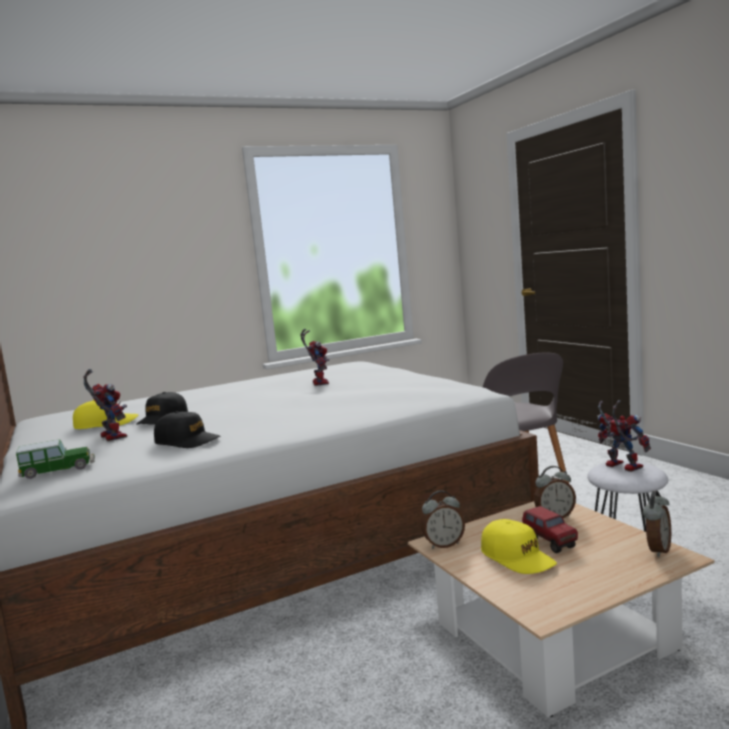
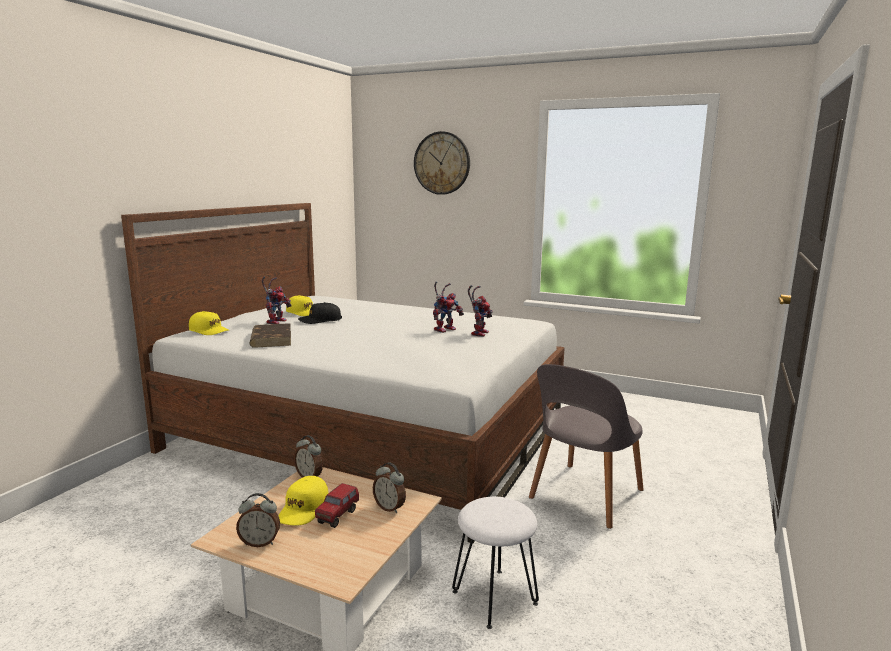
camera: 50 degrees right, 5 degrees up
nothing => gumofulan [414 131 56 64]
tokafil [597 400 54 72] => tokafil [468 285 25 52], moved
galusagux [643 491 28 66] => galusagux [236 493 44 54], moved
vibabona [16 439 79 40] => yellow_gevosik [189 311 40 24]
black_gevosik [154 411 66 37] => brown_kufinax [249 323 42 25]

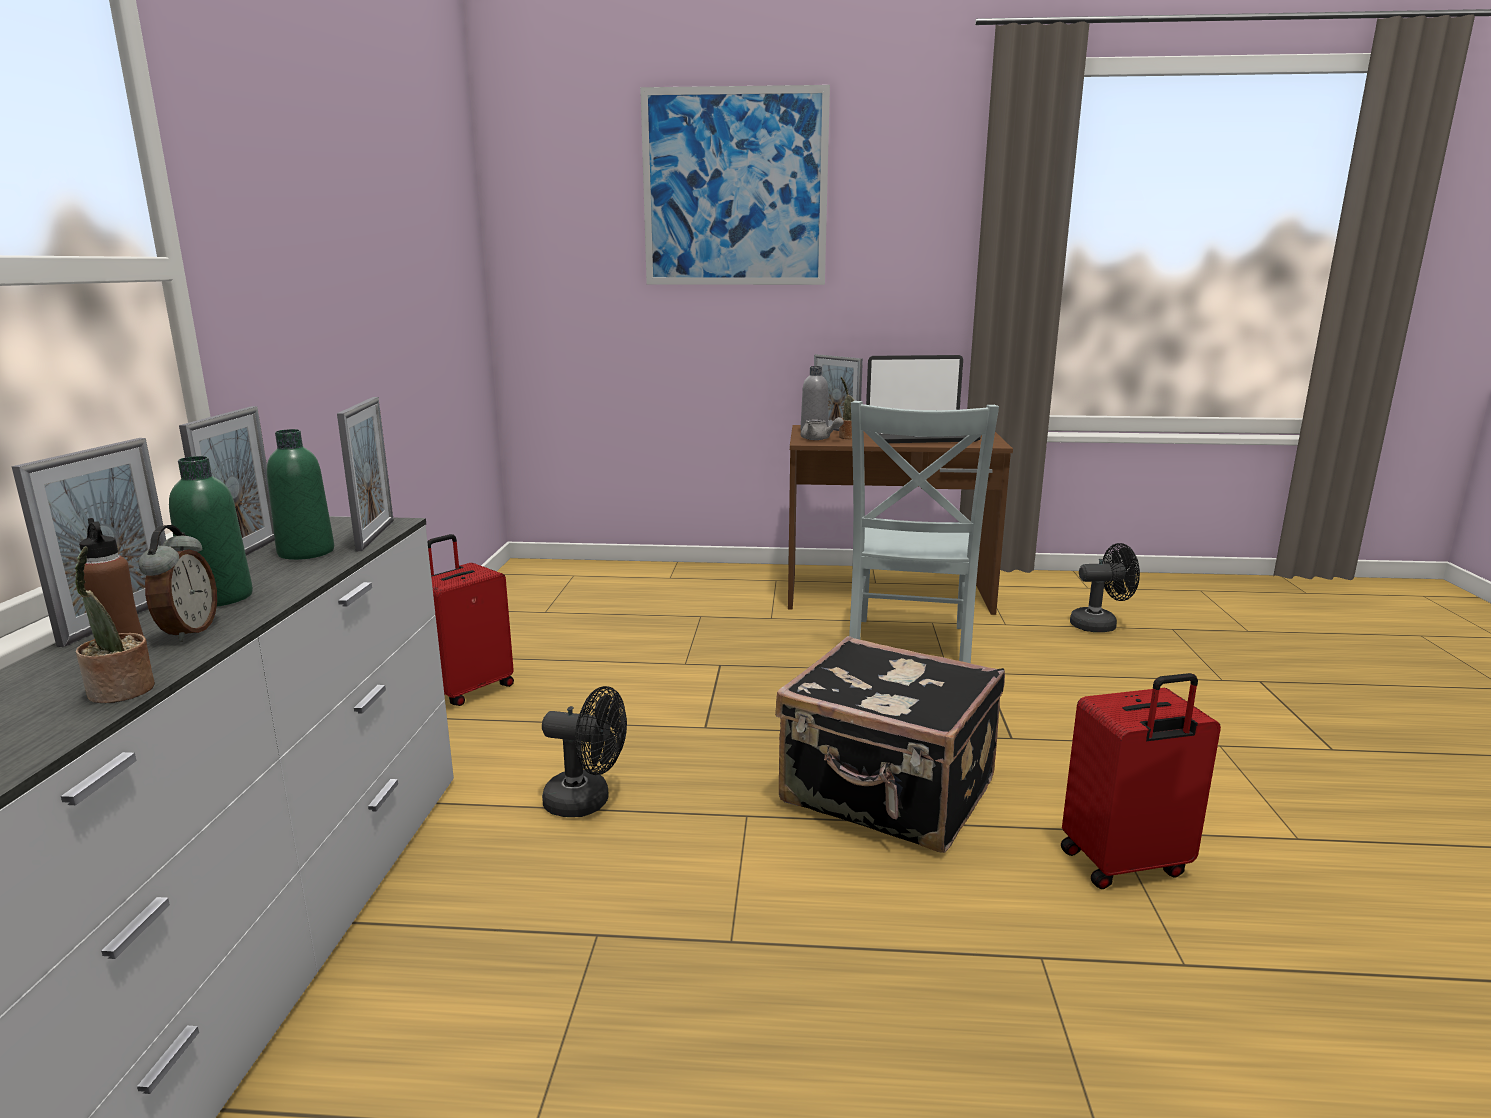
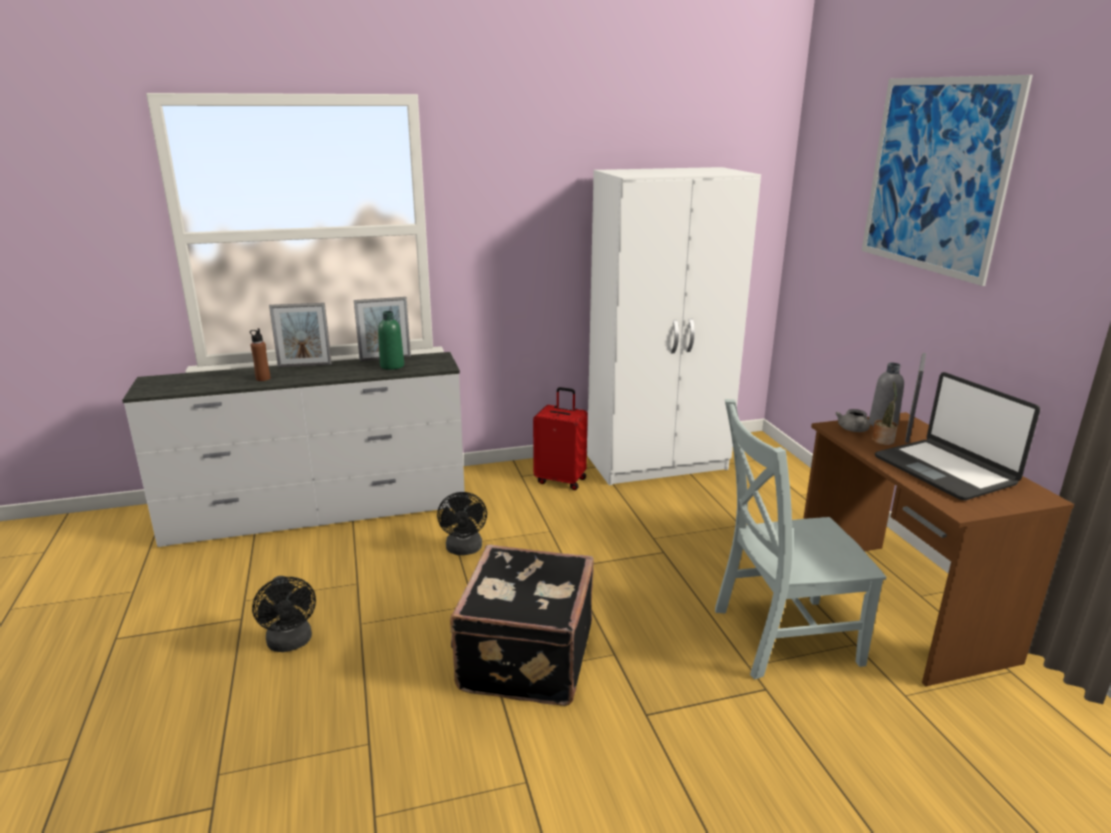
camera: 70 degrees right, 5 degrees up
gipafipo [74 546 81 157] => nothing
galusagux [138 525 79 117] => nothing
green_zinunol [169 456 84 151] => nothing
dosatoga [337 397 57 154] => nothing
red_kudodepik [1061 673 160 216] => nothing
nothing => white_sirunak [587 167 174 318]
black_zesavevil [1070 543 70 89] => black_zesavevil [252 576 64 76], moved

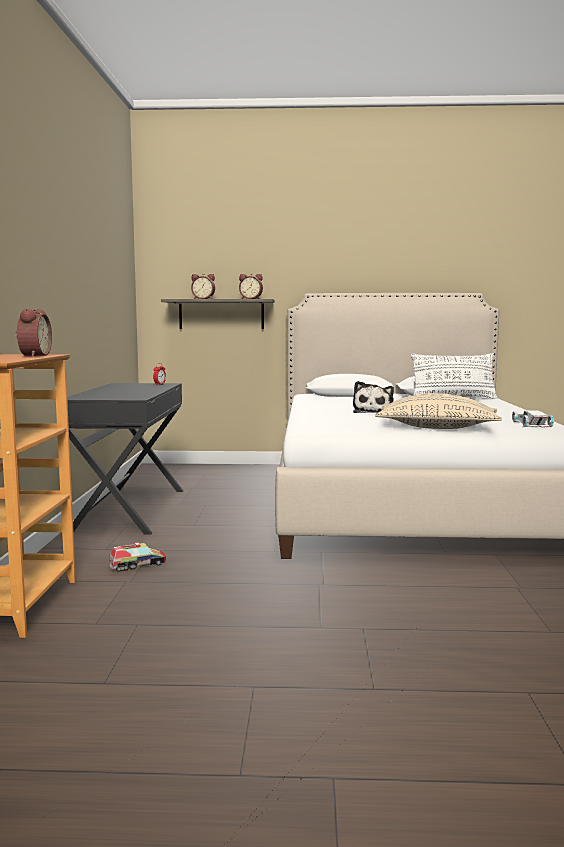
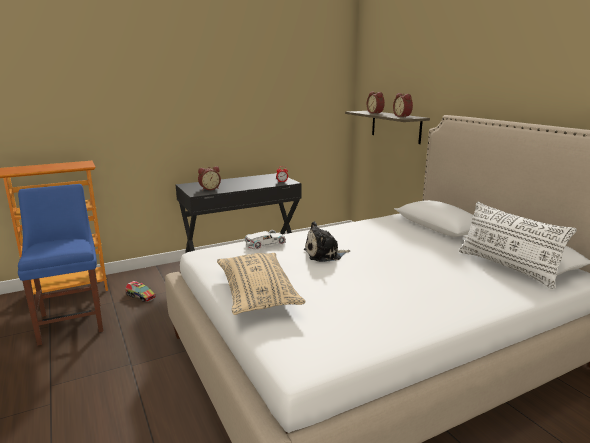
camera: 60 degrees right, 10 degrees up
nothing => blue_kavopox [18 184 85 162]
galusagux [15 309 37 48] => galusagux [198 166 23 25], moved
white_vibabona [512 410 42 18] => white_vibabona [245 230 41 20], moved

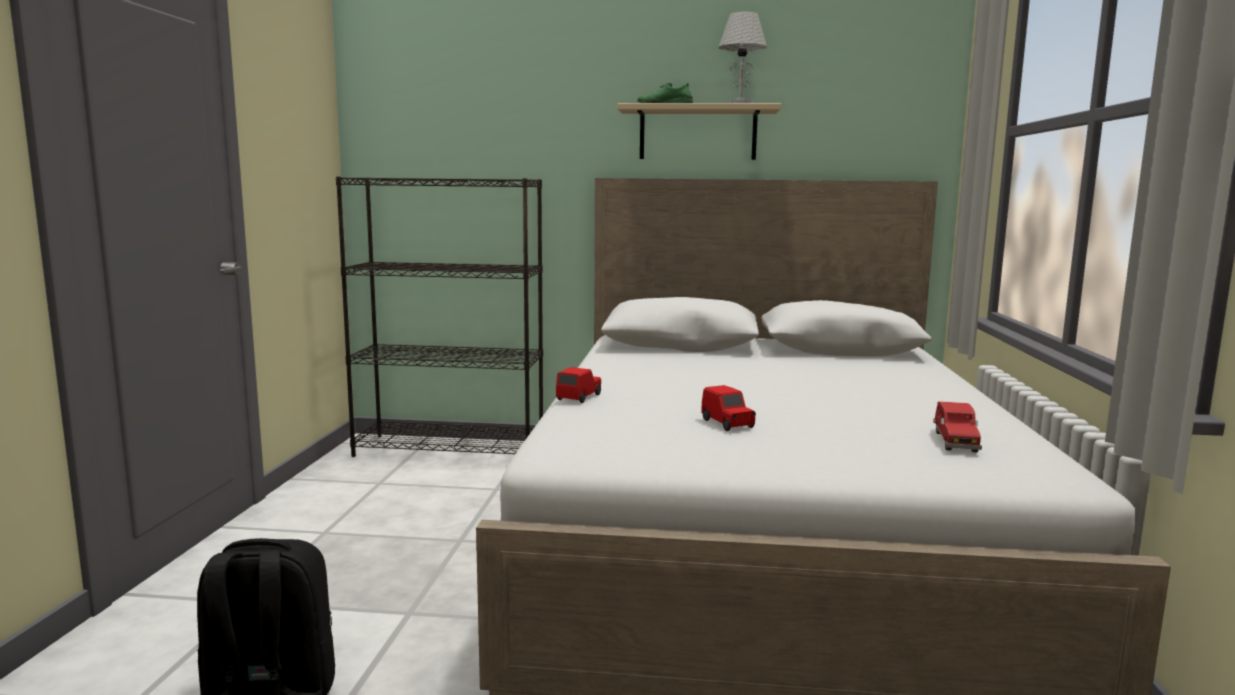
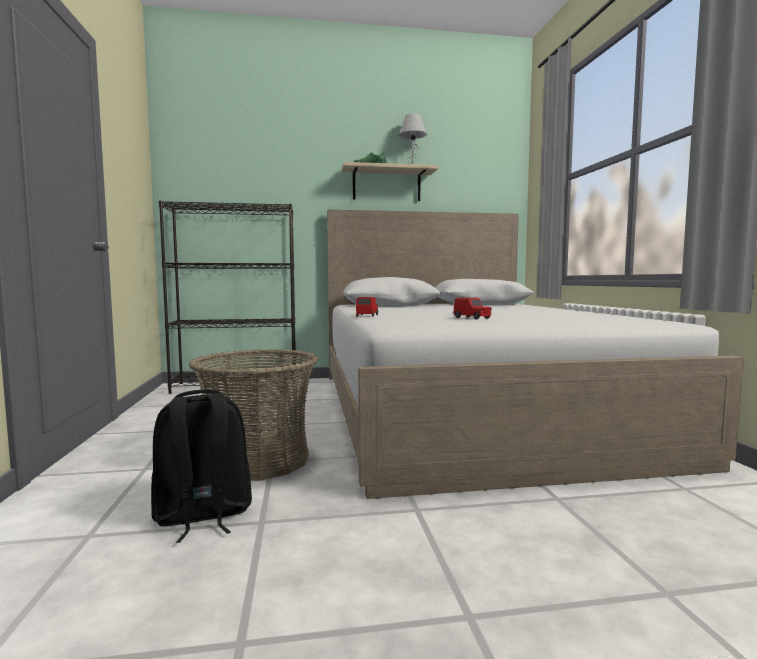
camera: 15 degrees left, 5 degrees down
red_vibabona [933 401 49 51] => nothing
nothing => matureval [189 349 129 132]

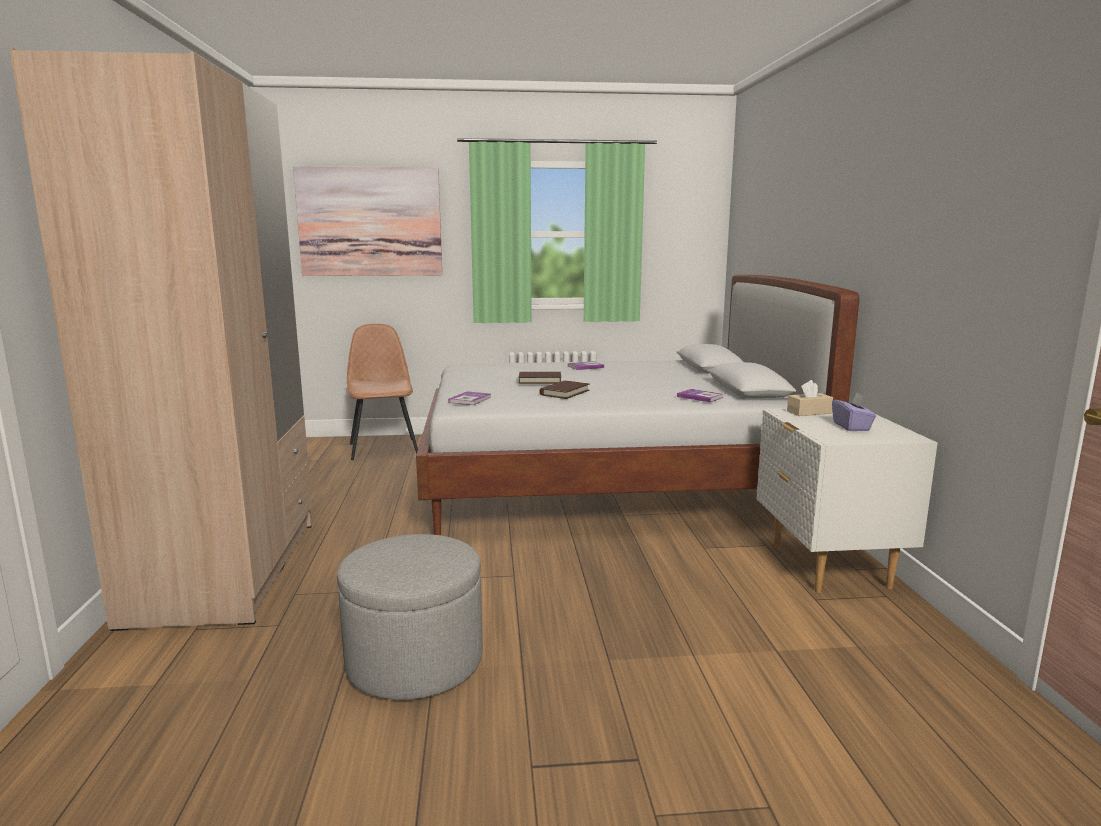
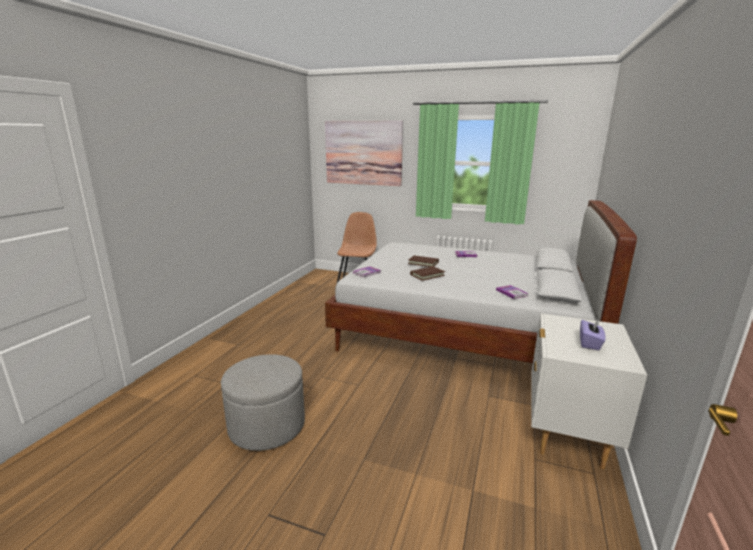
camera: 25 degrees right, 5 degrees up
beige_sirunak [9 47 303 584] => nothing
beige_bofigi [787 380 46 36] => nothing

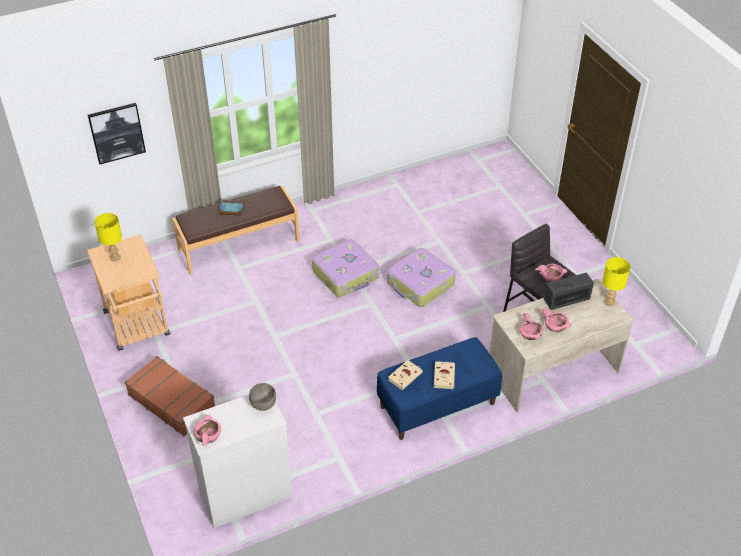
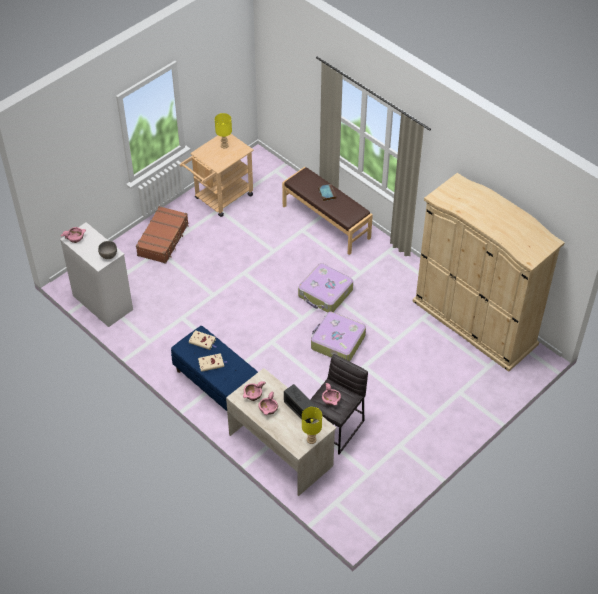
camera: 70 degrees right, 5 degrees up
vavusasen [88 103 58 61] => nothing
nothing => beige_sirunak [412 173 153 199]

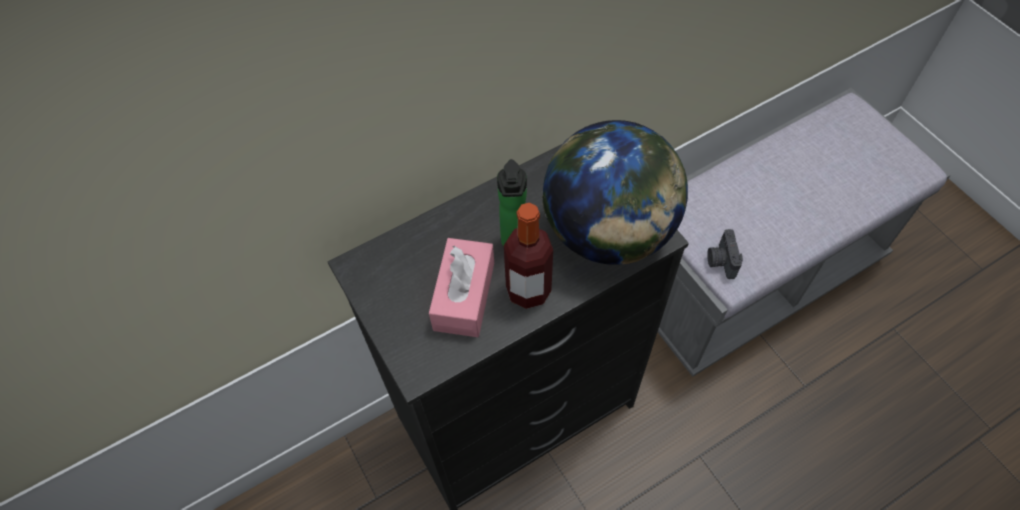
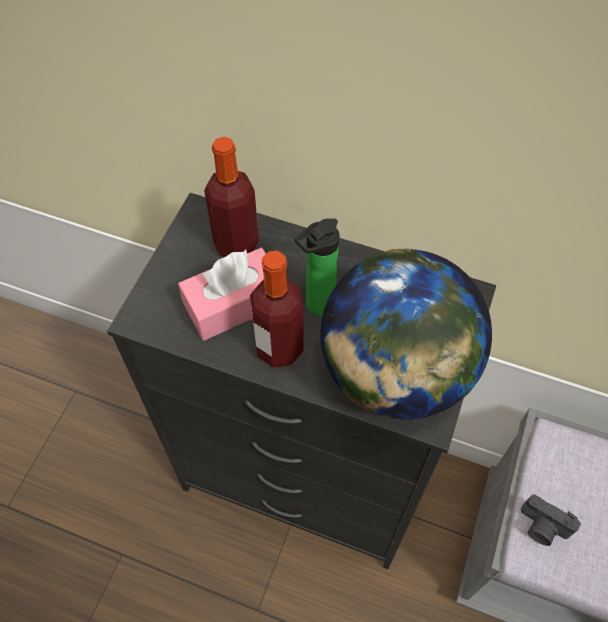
camera: 50 degrees right, 0 degrees up
nothing => zinunol [204 137 55 120]
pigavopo [707 229 36 50] => pigavopo [521 494 60 52], 105 degrees counterclockwise

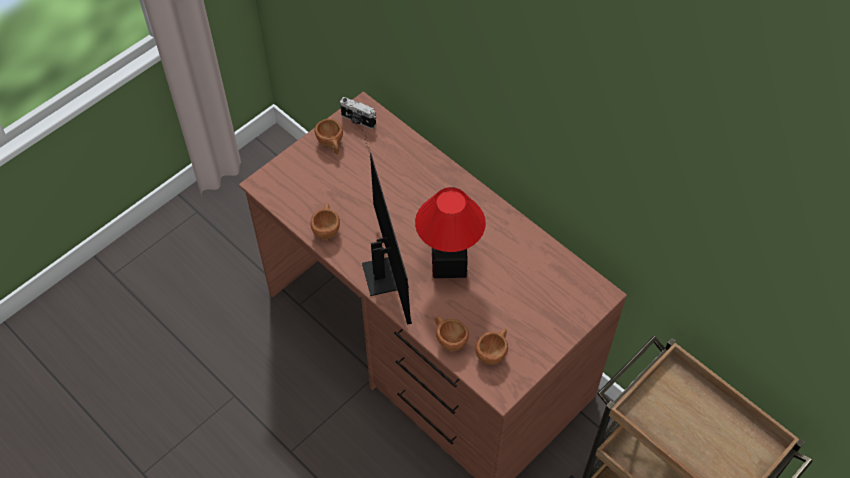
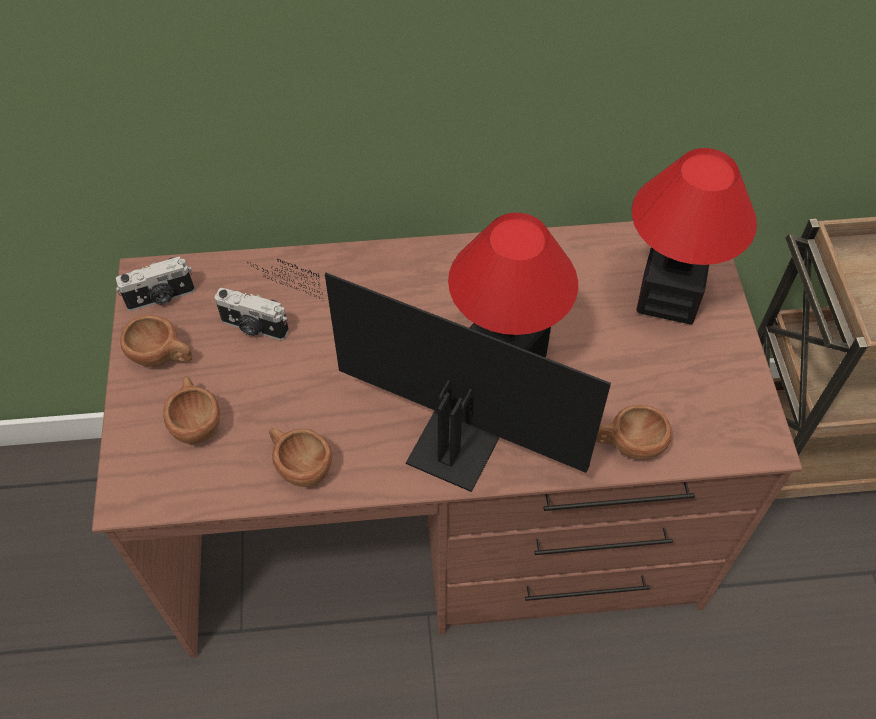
camera: 50 degrees left, 0 degrees up
nothing => pigavopo [215 288 74 52]
nothing => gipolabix [632 148 125 177]
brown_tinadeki [475 328 33 37] => brown_tinadeki [163 376 57 68], moved

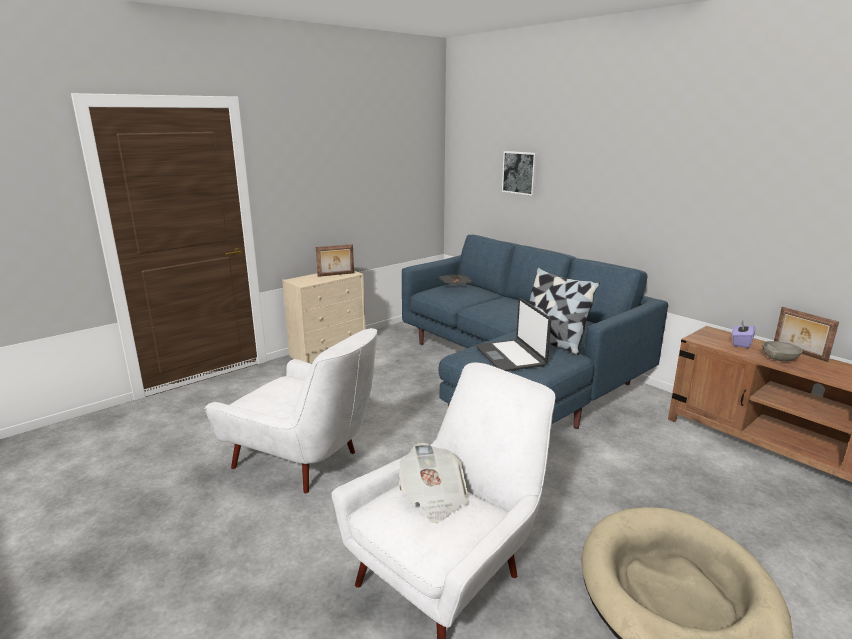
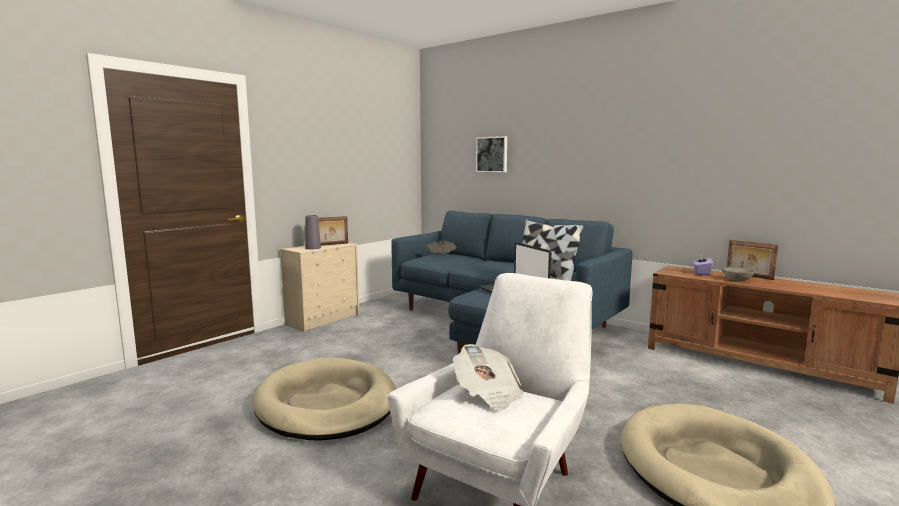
camera: 10 degrees left, 10 degrees down
nothing => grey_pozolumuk [305 215 16 35]
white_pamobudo [204 328 173 165] => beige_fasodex [253 357 143 84]

